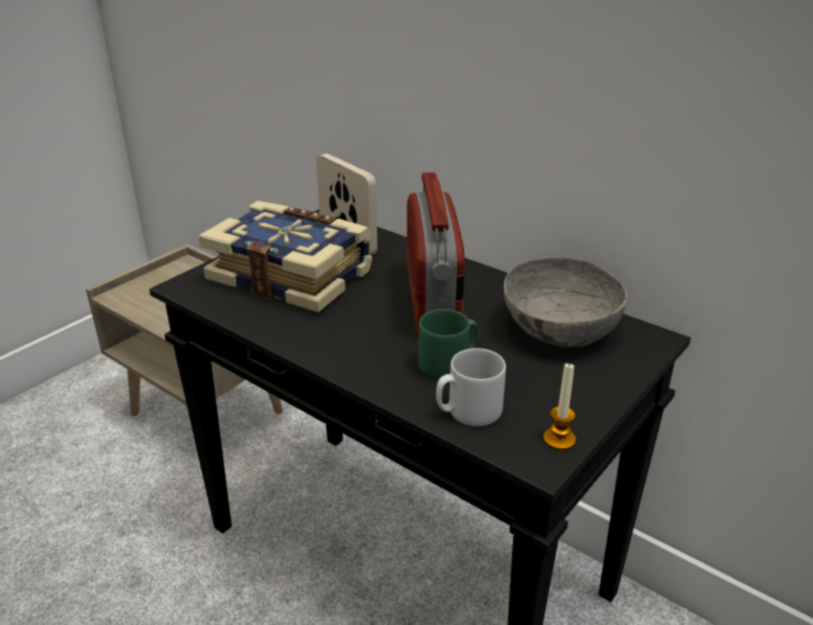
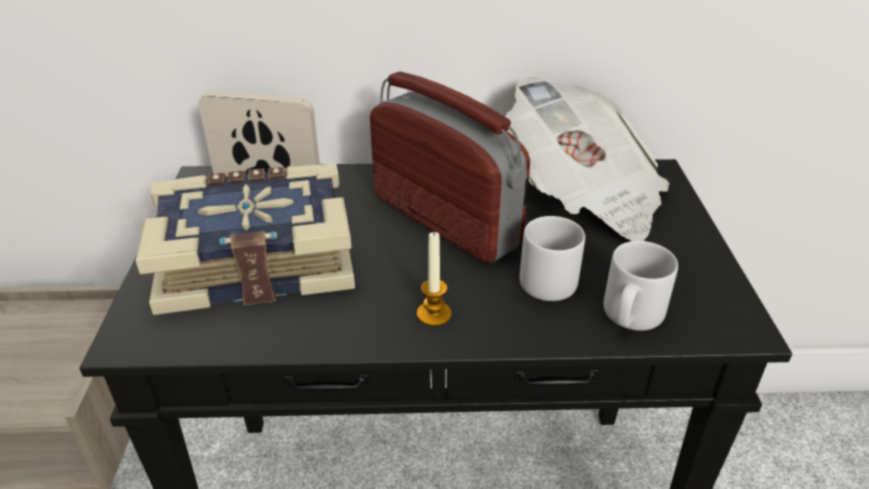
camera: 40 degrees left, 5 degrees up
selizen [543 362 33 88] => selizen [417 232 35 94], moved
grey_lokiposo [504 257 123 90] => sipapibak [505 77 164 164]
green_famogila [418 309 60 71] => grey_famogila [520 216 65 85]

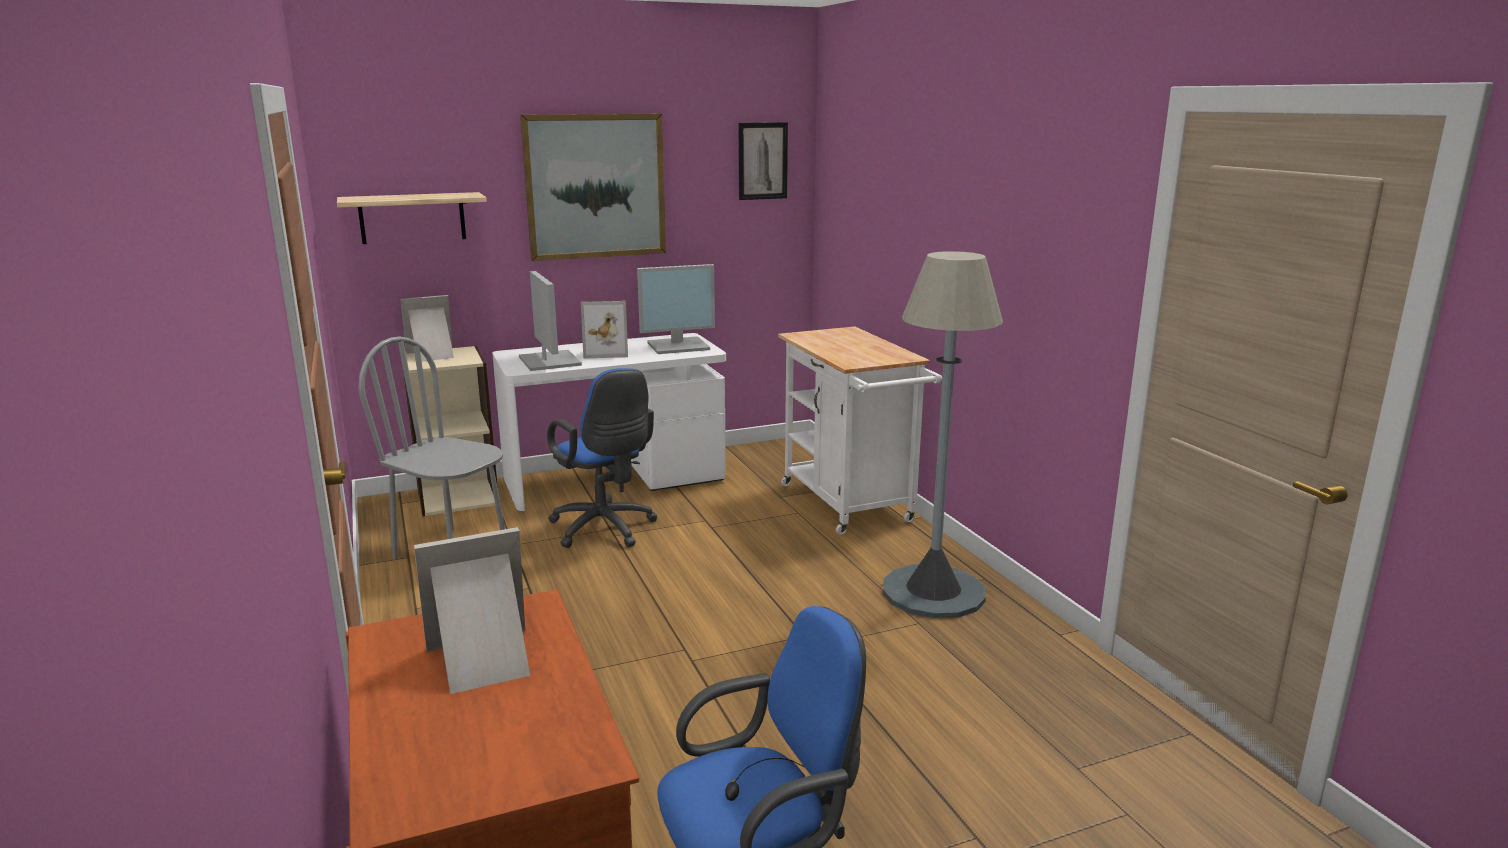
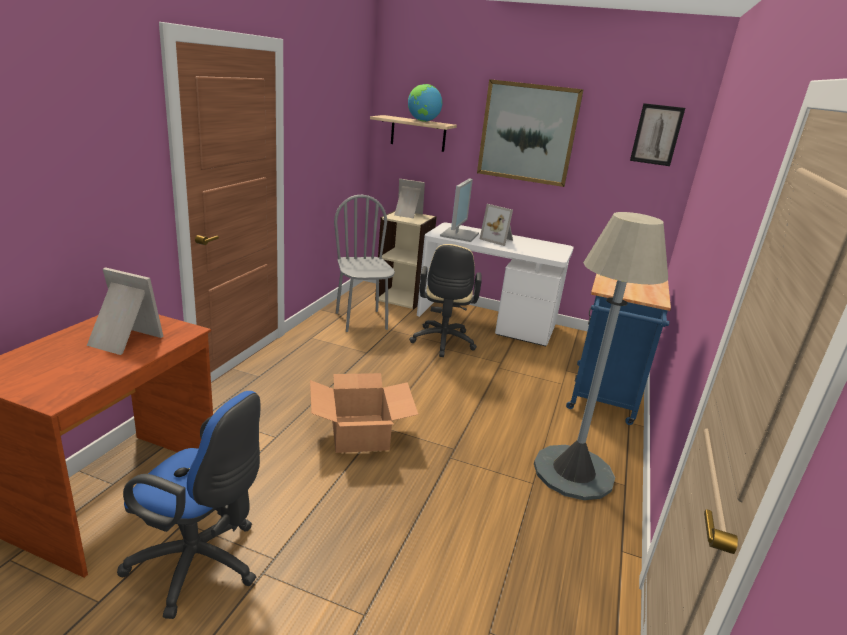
camera: 40 degrees right, 5 degrees up
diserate [637 264 78 90] => nothing
nothing => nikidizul [310 373 108 80]
nothing => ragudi [408 84 34 38]
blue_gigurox [547 368 111 180] => beige_gigurox [409 244 73 113]
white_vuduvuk [778 326 164 209] => blue_vuduvuk [566 273 105 152]

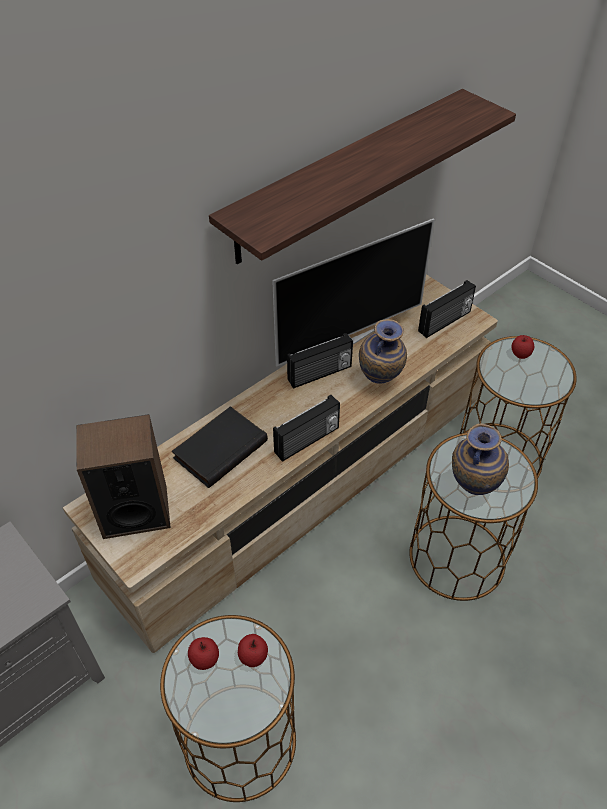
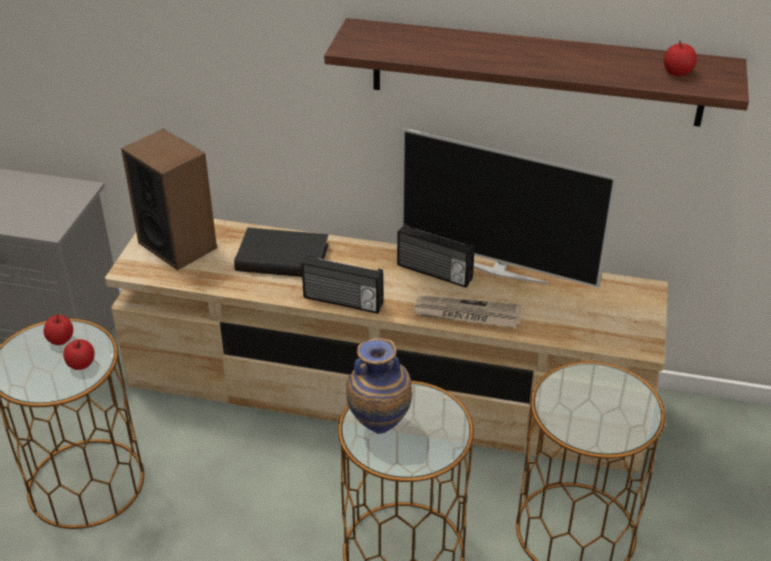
camera: 55 degrees right, 10 degrees down
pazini [418 280 58 58] => nothing
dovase [511 335 23 24] => dovase [664 41 33 35], moved
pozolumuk [359 319 48 65] => sipapibak [413 296 108 32]

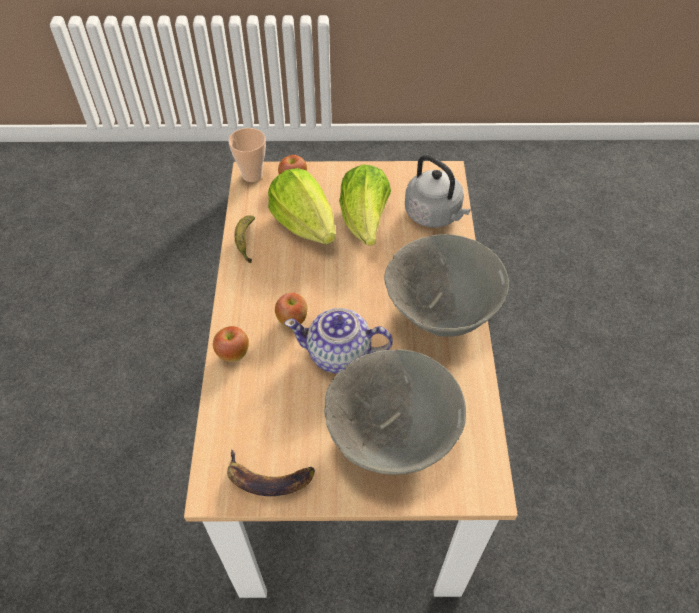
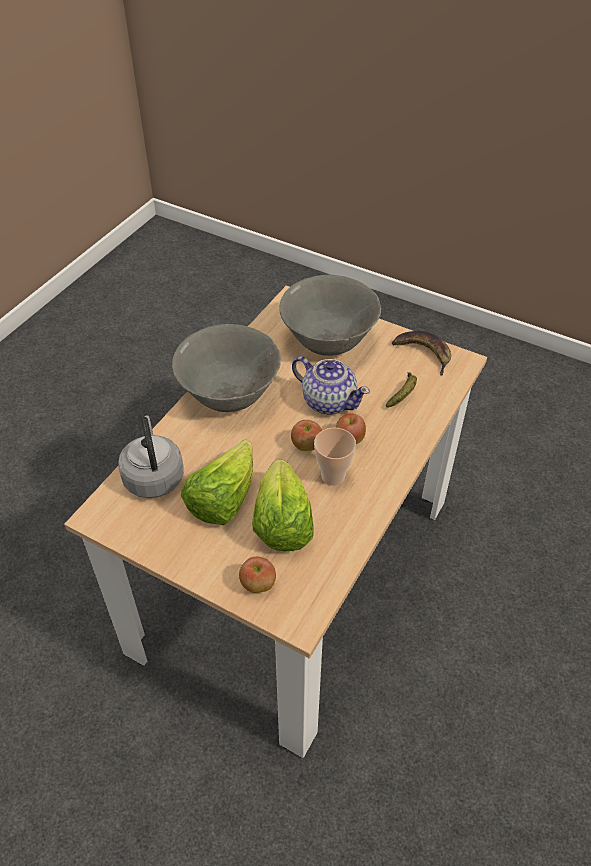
camera: 150 degrees left, 5 degrees down
dovase [213 326 36 36] => dovase [291 420 31 31], moved
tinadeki [229 128 37 54] => tinadeki [314 428 42 58], moved
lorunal [234 215 21 49] => lorunal [386 372 31 36], moved

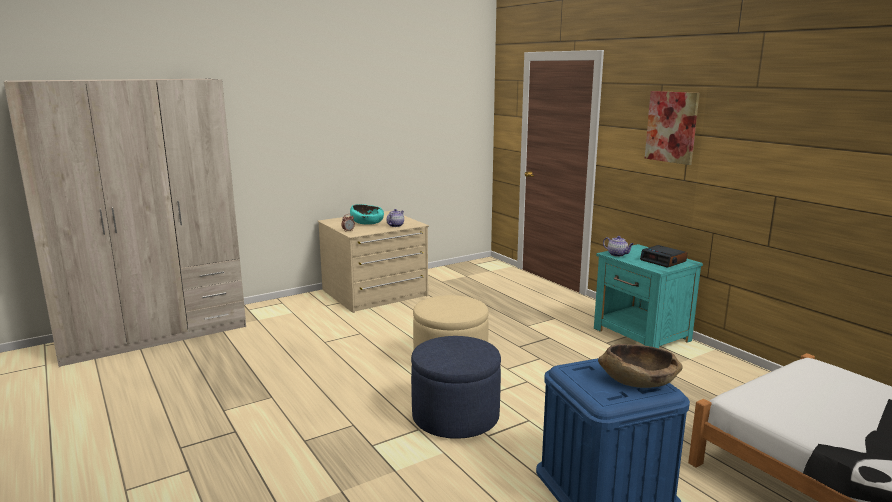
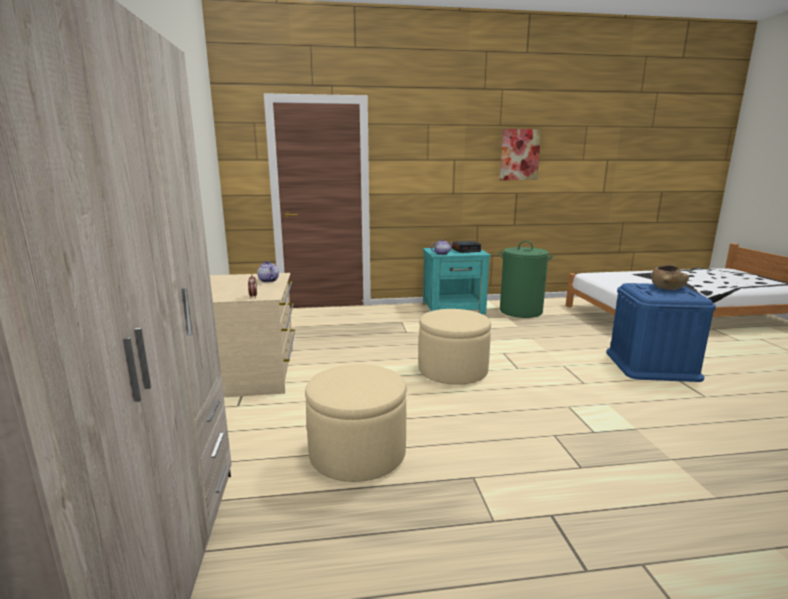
camera: 65 degrees left, 0 degrees up
turquoise_lokiposo [350 204 34 21] => nothing
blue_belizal [411 336 90 103] => nothing
nothing => beige_belizal [305 364 101 118]
nothing => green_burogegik [498 241 56 77]
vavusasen [645 91 54 74] => vavusasen [500 129 41 51], moved

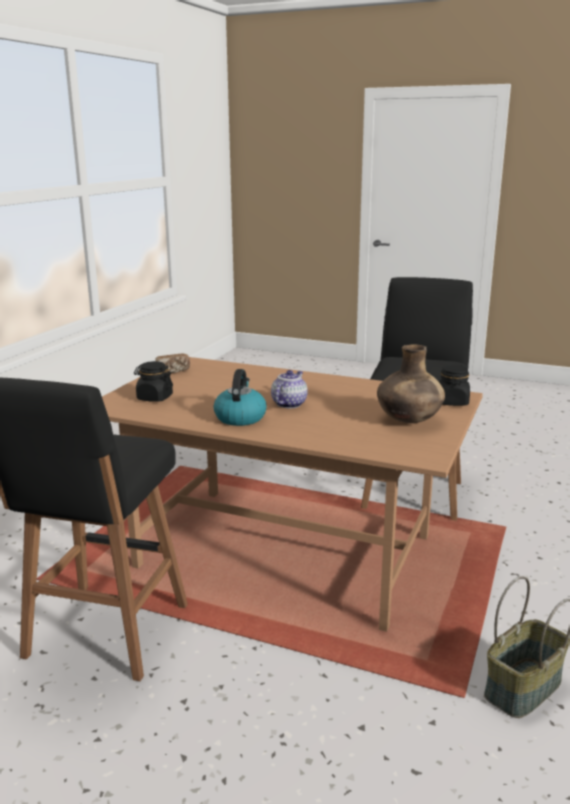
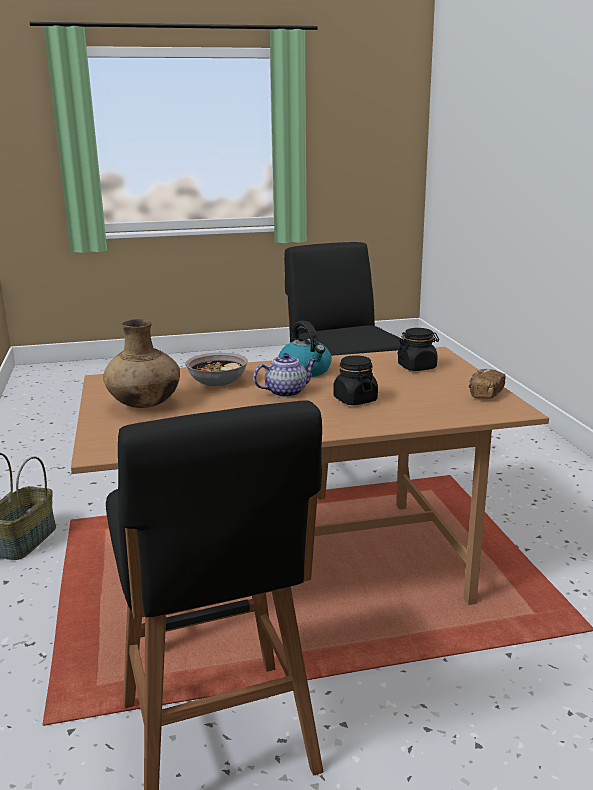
camera: 145 degrees right, 0 degrees up
nothing => lokiposo [185 353 63 33]
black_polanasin [438 365 32 41] => black_polanasin [333 355 45 50], moved
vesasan [271 370 37 38] => vesasan [253 353 64 44], 105 degrees counterclockwise

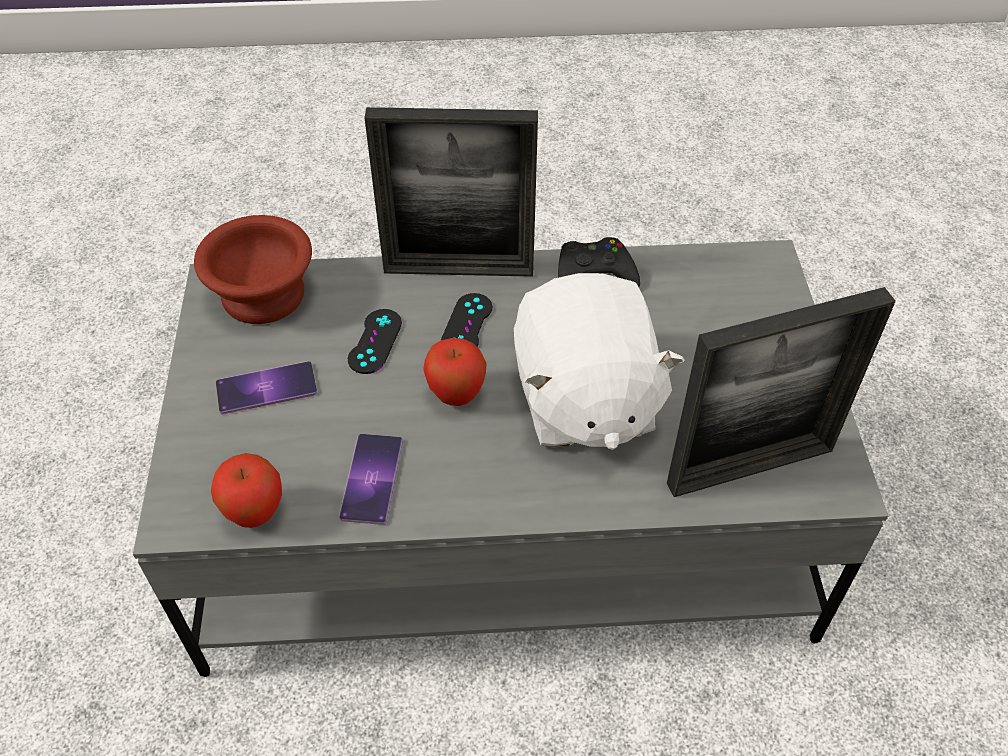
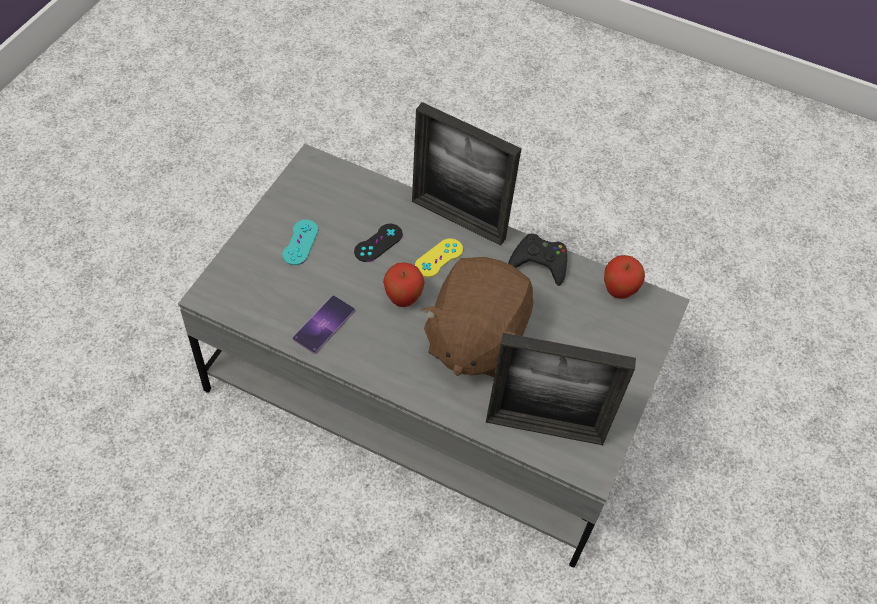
camera: 25 degrees right, 5 degrees up
brown_lokiposo [194 215 118 109] => nothing
dovase [211 453 71 75] => dovase [604 255 41 44], moved
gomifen [216 361 101 53] => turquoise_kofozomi [282 220 36 45]
black_kofozomi [441 293 51 54] => yellow_kofozomi [415 238 48 39]
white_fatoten [514 273 171 177] => brown_fatoten [421 257 112 120]

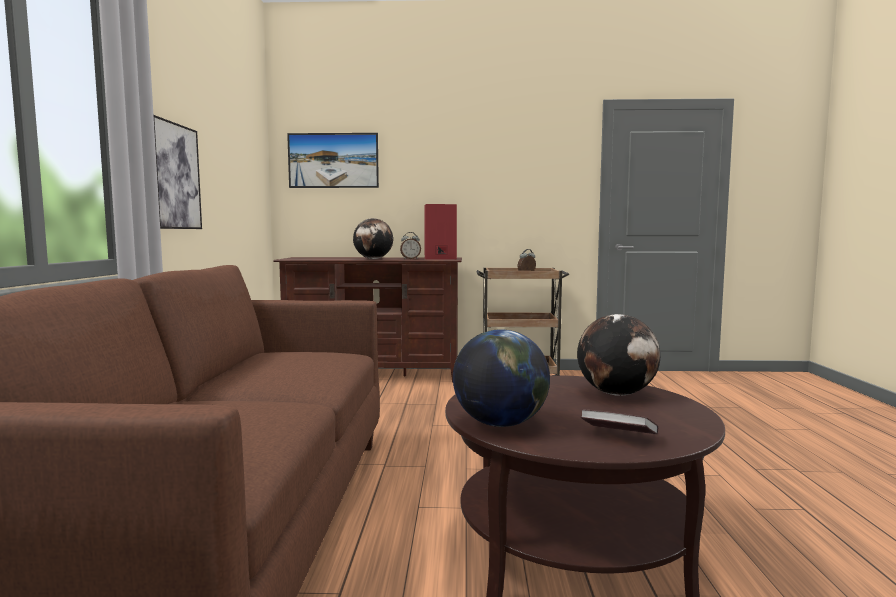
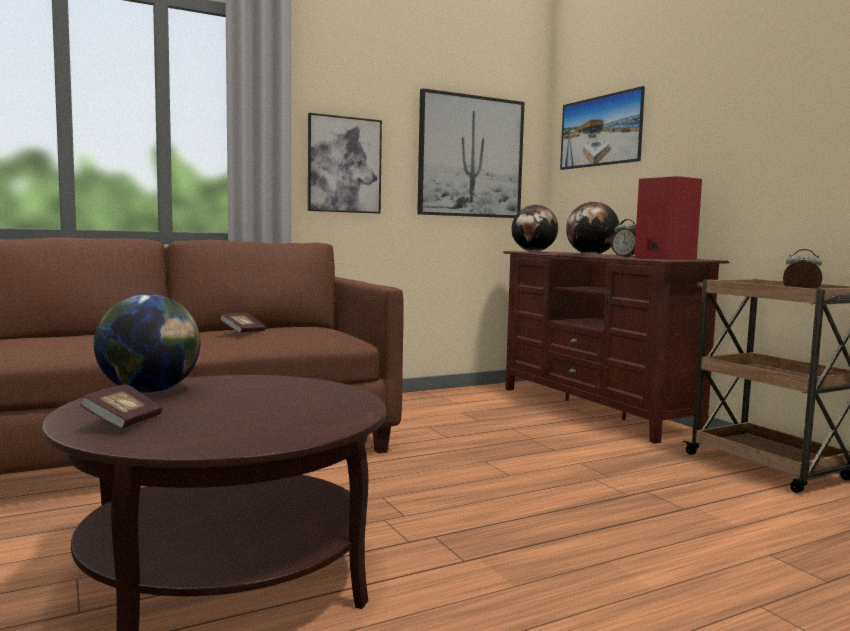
camera: 60 degrees right, 0 degrees up
nothing => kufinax [220 313 46 20]
nothing => vavusasen [417 88 107 130]
ragudi [577 314 83 82] => ragudi [511 205 47 47], moved

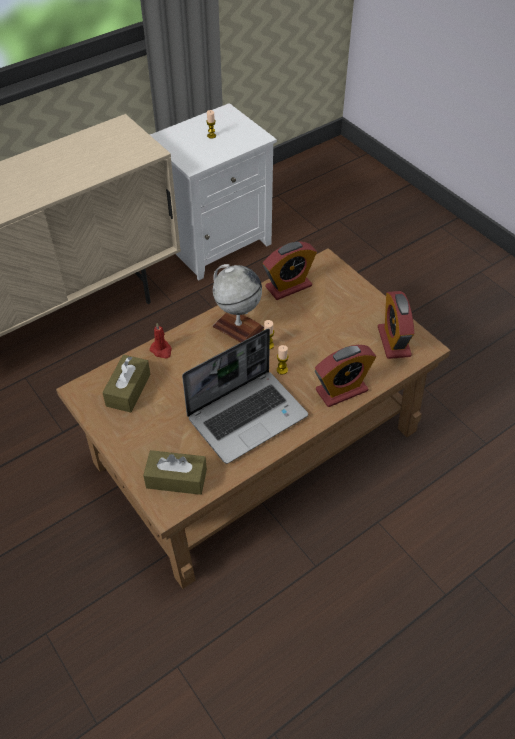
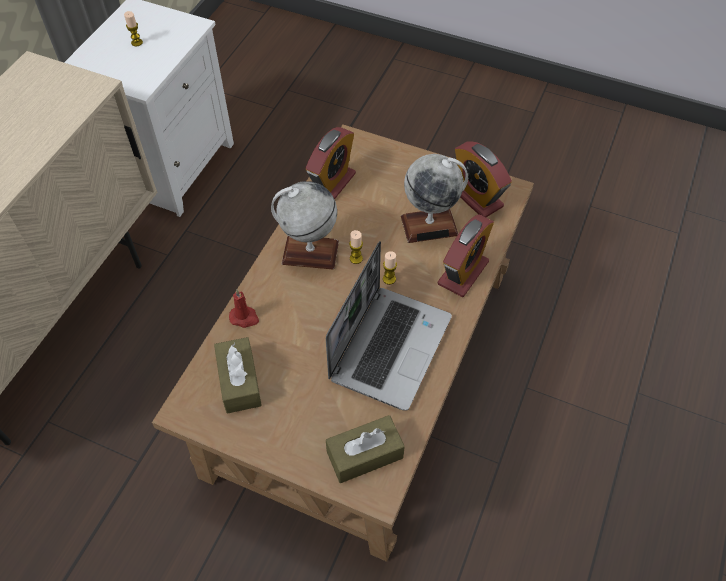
camera: 30 degrees left, 5 degrees up
nothing => ragudi [401 154 67 89]

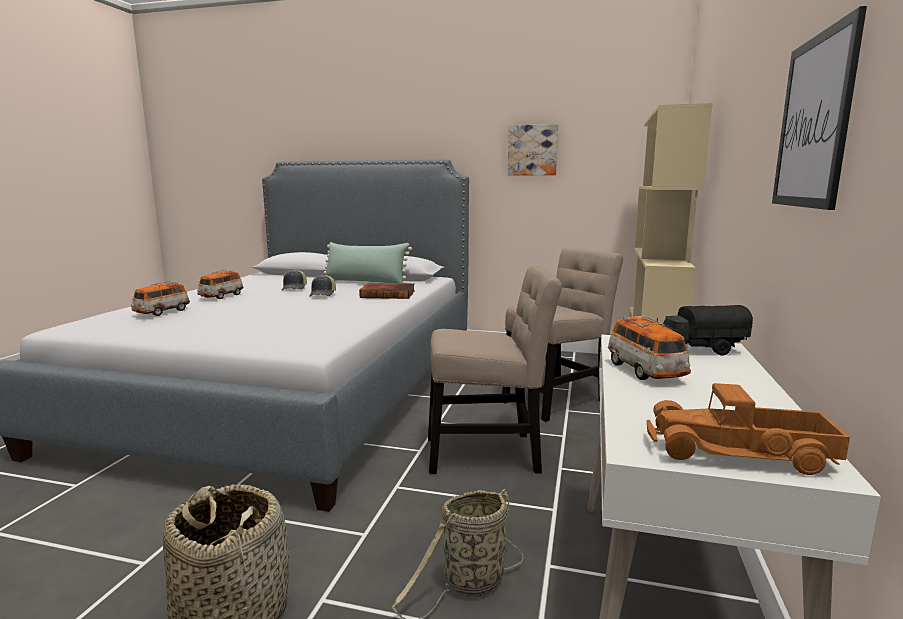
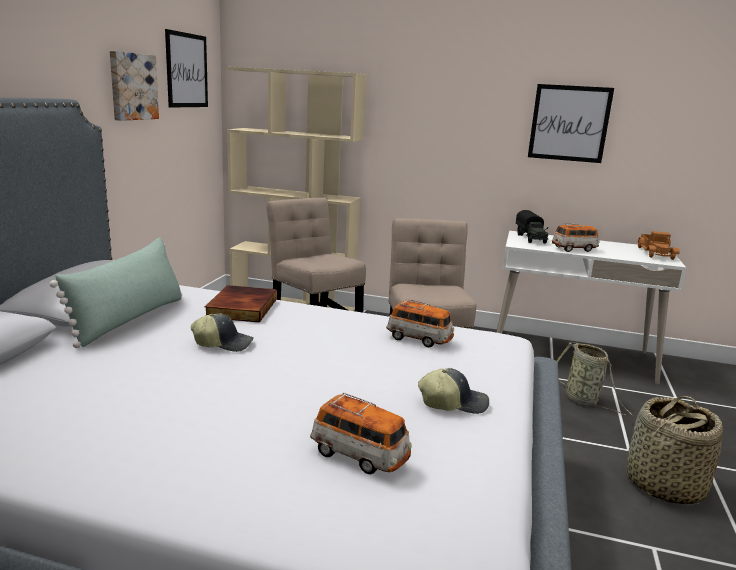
camera: 90 degrees left, 5 degrees up
nothing => vavusasen [165 29 43 79]
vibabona [197 270 46 29] => vibabona [386 299 68 48], moved
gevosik [282 269 25 21] => gevosik [418 368 71 46], moved

